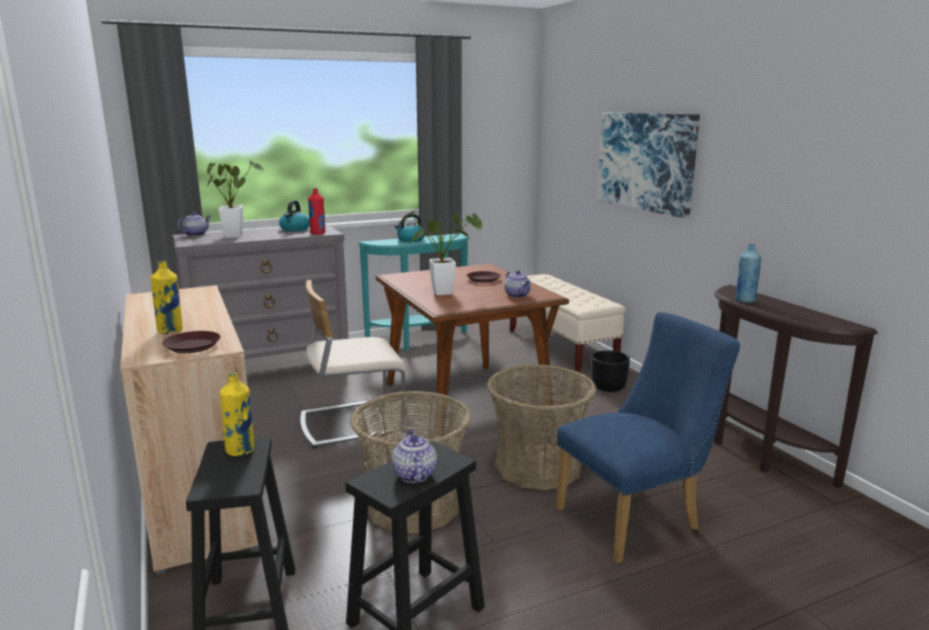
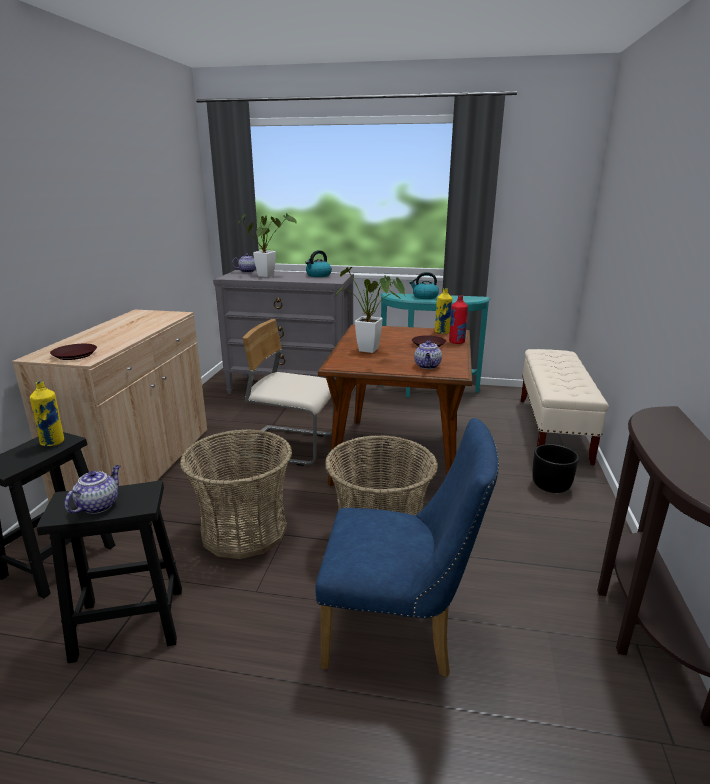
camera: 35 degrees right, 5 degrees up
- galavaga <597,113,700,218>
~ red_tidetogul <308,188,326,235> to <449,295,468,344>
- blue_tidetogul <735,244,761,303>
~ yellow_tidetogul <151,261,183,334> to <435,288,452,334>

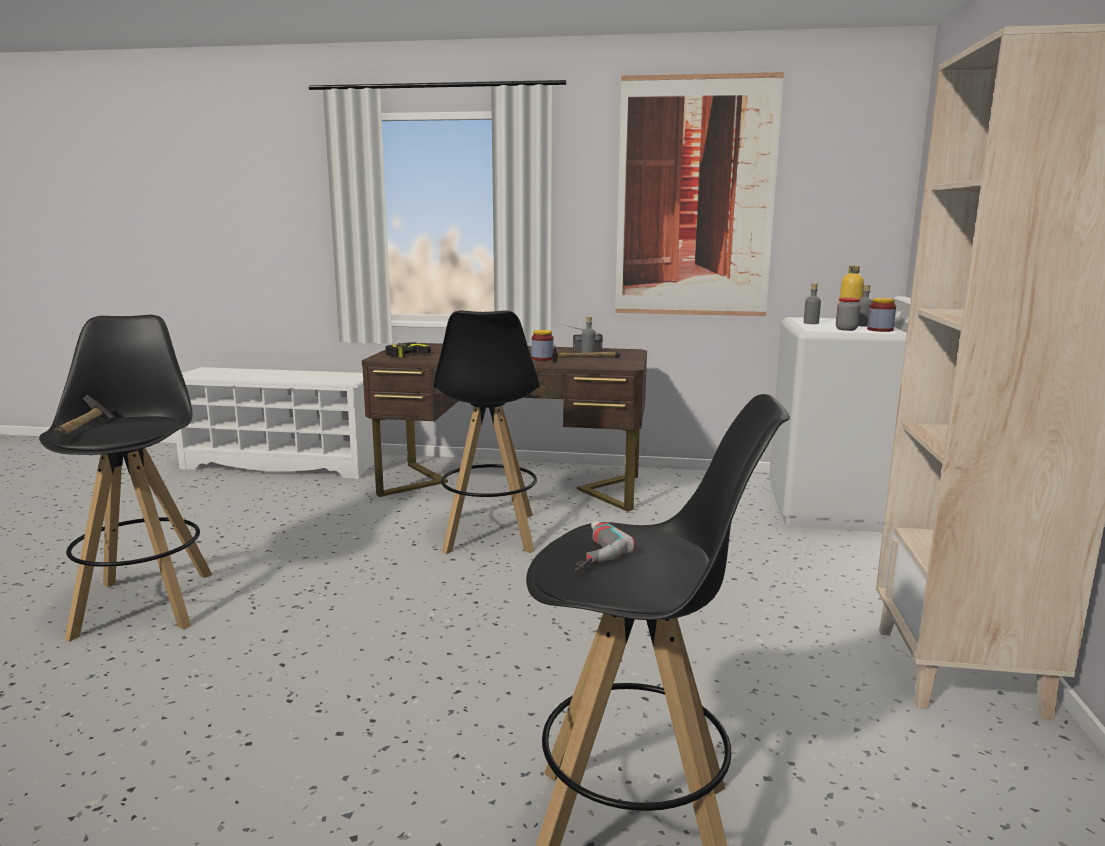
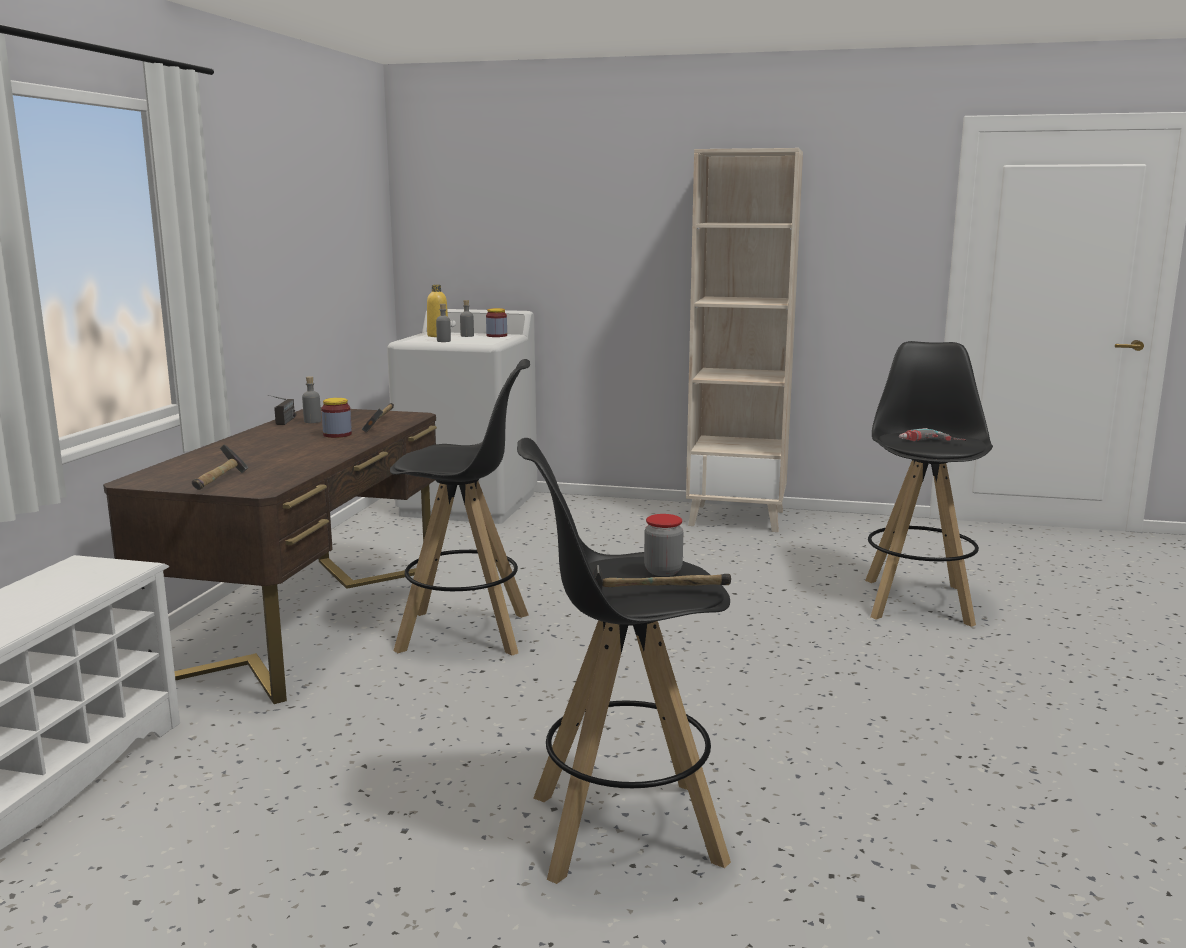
camera: 85 degrees left, 0 degrees up
- galavaga <615,72,784,316>
~ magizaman <836,298,860,331> to <644,514,683,576>
~ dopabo <385,342,431,358> to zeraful <192,444,248,490>

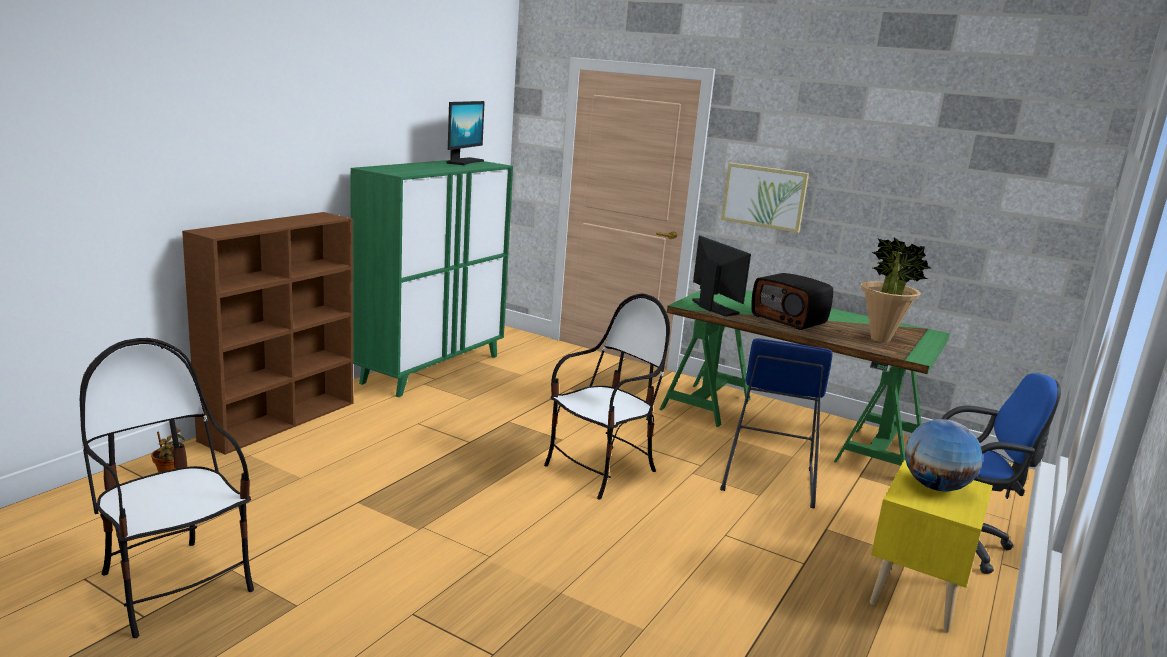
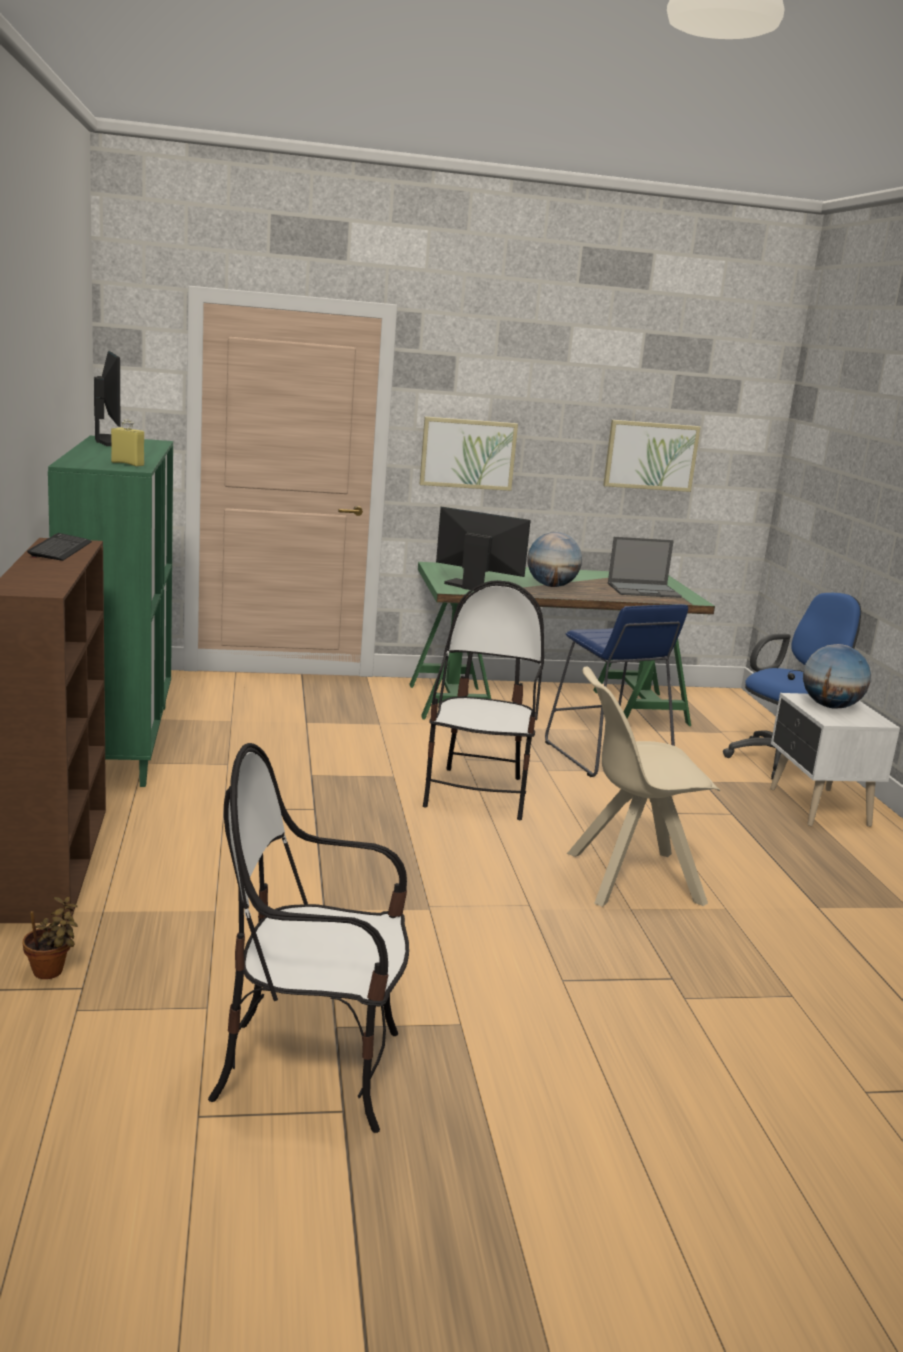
camera: 40 degrees left, 0 degrees up
~ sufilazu <861,237,931,343> to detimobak <608,537,682,598>
~ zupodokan <751,273,833,330> to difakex <527,532,582,587>
~ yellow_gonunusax <870,460,993,633> to white_gonunusax <770,693,900,827>
+ yellow_tidetogul <111,420,144,467>
+ galavaga <603,420,701,492>
+ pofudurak <27,533,92,561>
+ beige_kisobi <567,666,720,907>

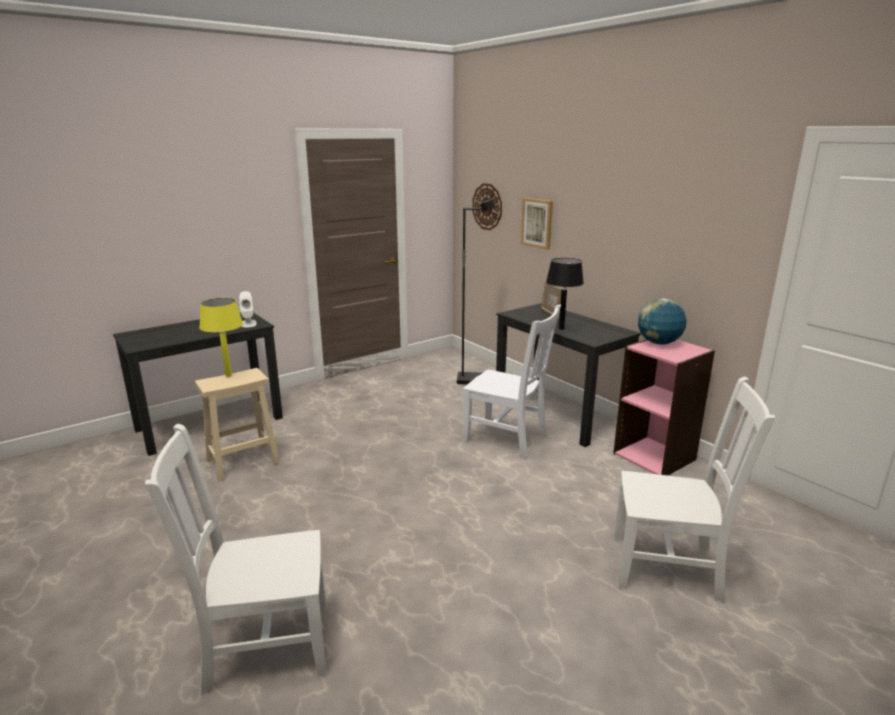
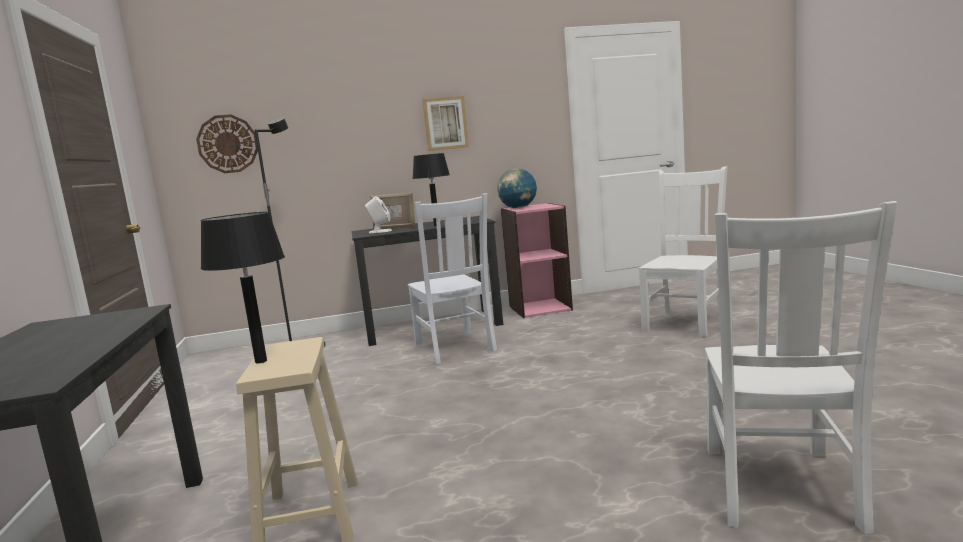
camera: 65 degrees left, 10 degrees down
~ galavaga <521,198,553,250> to <423,96,469,151>
~ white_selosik <239,291,257,327> to <365,196,392,233>
~ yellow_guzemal <199,298,243,377> to black_guzemal <200,212,285,363>
~ white_kisobi <463,305,561,458> = <408,193,497,364> 105 degrees clockwise

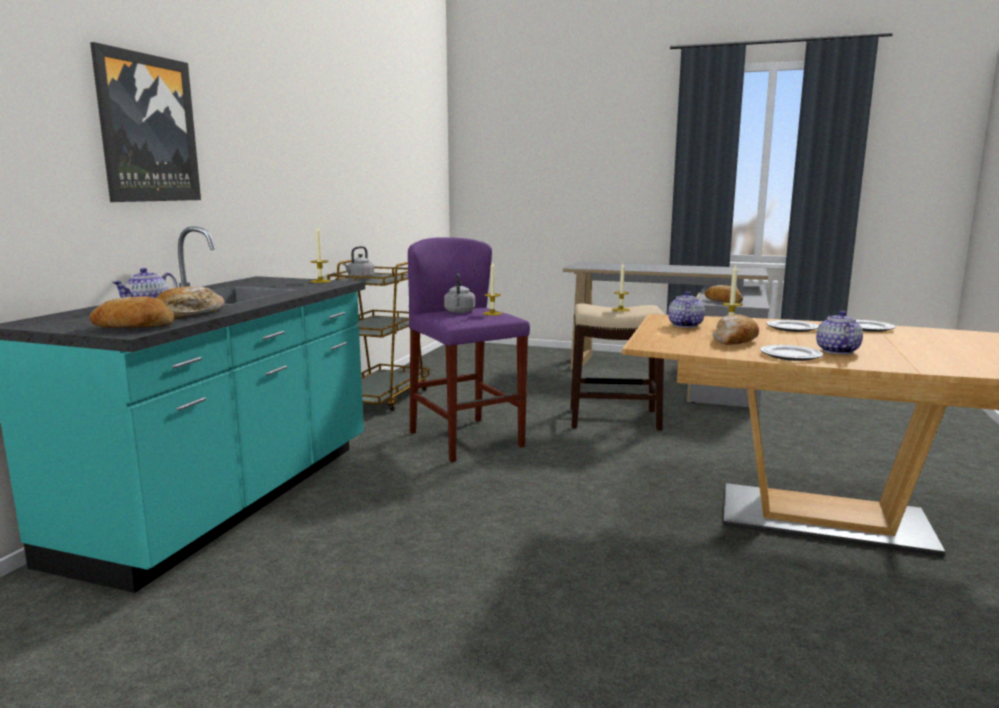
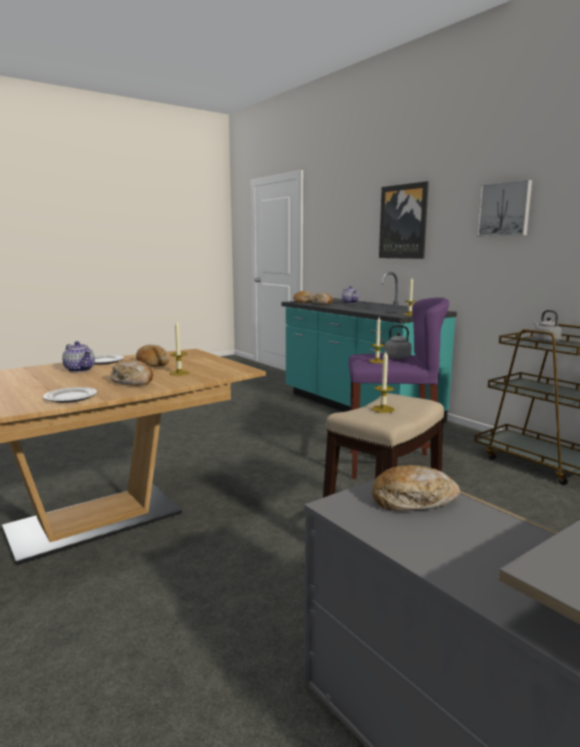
camera: 125 degrees right, 0 degrees up
- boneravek <668,291,705,328>
~ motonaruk <766,320,819,332> to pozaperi <110,360,153,386>
+ galavaga <477,179,532,236>

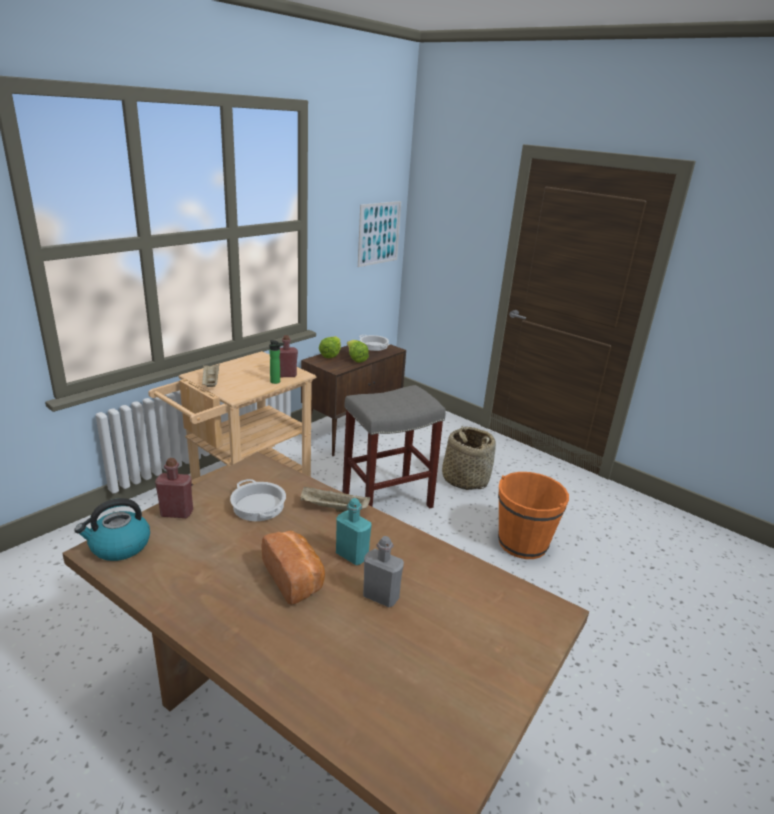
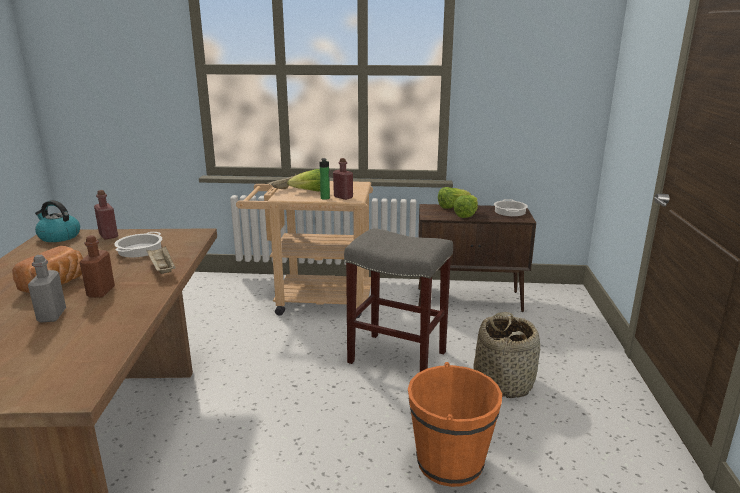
camera: 55 degrees right, 5 degrees down
- galavaga <358,201,401,267>
~ turquoise_tidetogul <336,498,372,565> to brown_tidetogul <80,235,115,298>
+ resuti <287,169,320,191>

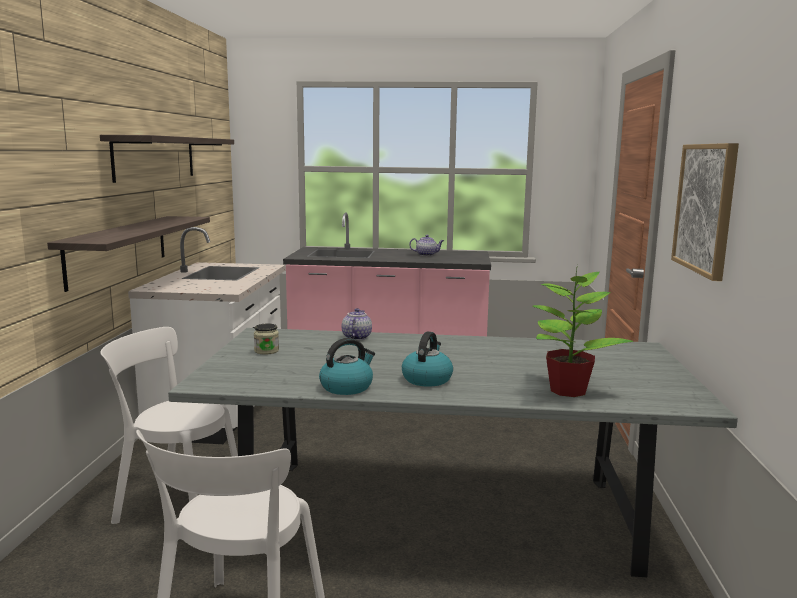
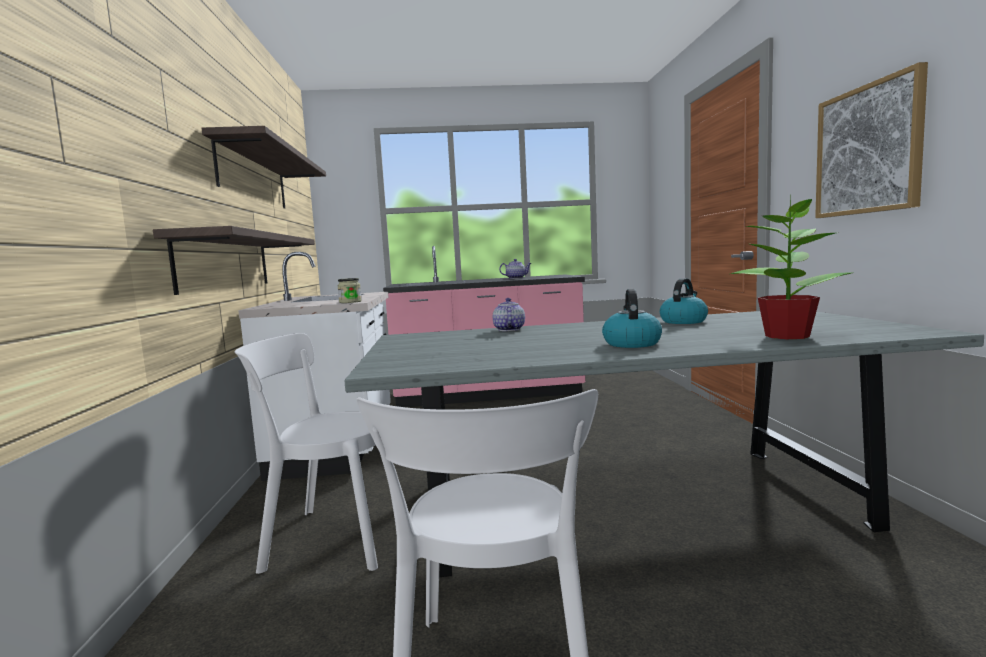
camera: 10 degrees left, 5 degrees down
~ magizaman <254,324,279,355> to <337,278,362,303>
~ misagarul <319,338,375,395> to <660,278,708,324>

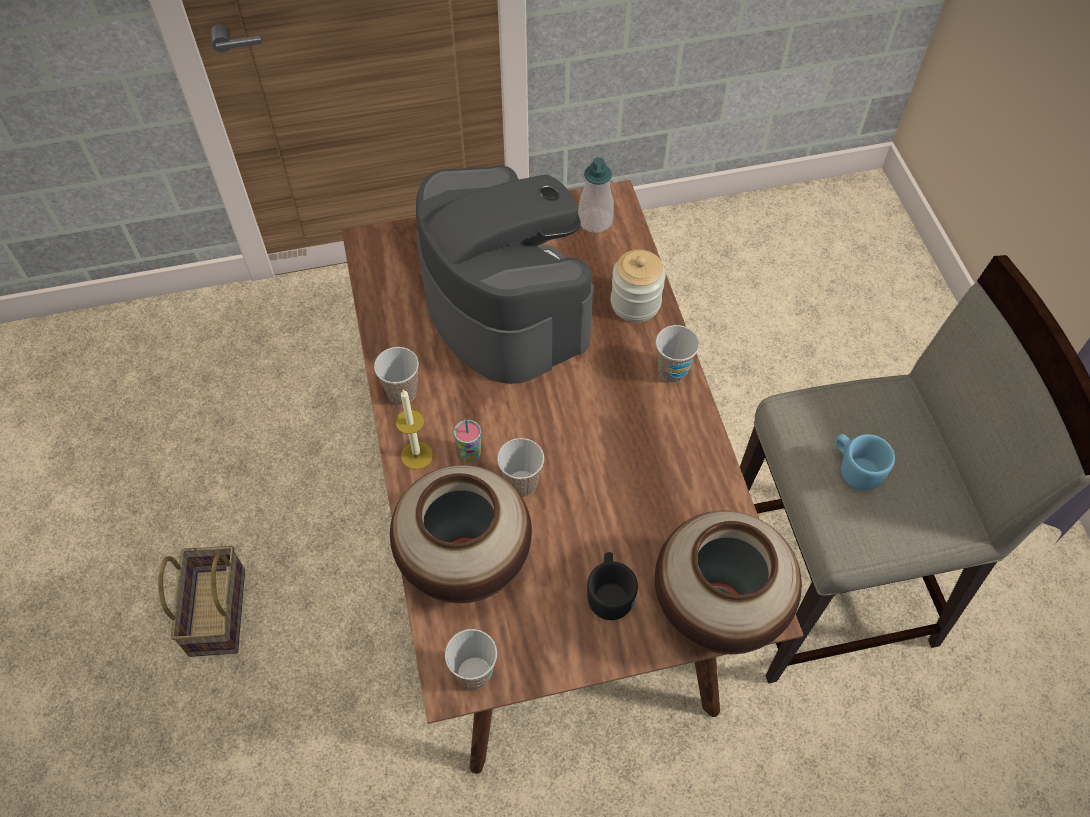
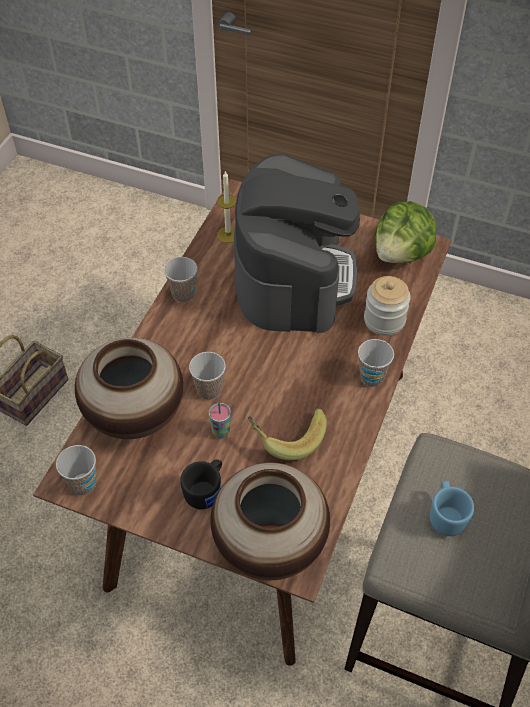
camera: 35 degrees right, 5 degrees down
~ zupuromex <578,157,614,233> to resuti <375,201,436,263>
~ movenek <395,389,433,470> to <217,171,236,243>
~ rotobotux <454,419,481,461> to <209,401,231,438>
+ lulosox <248,408,327,460>

